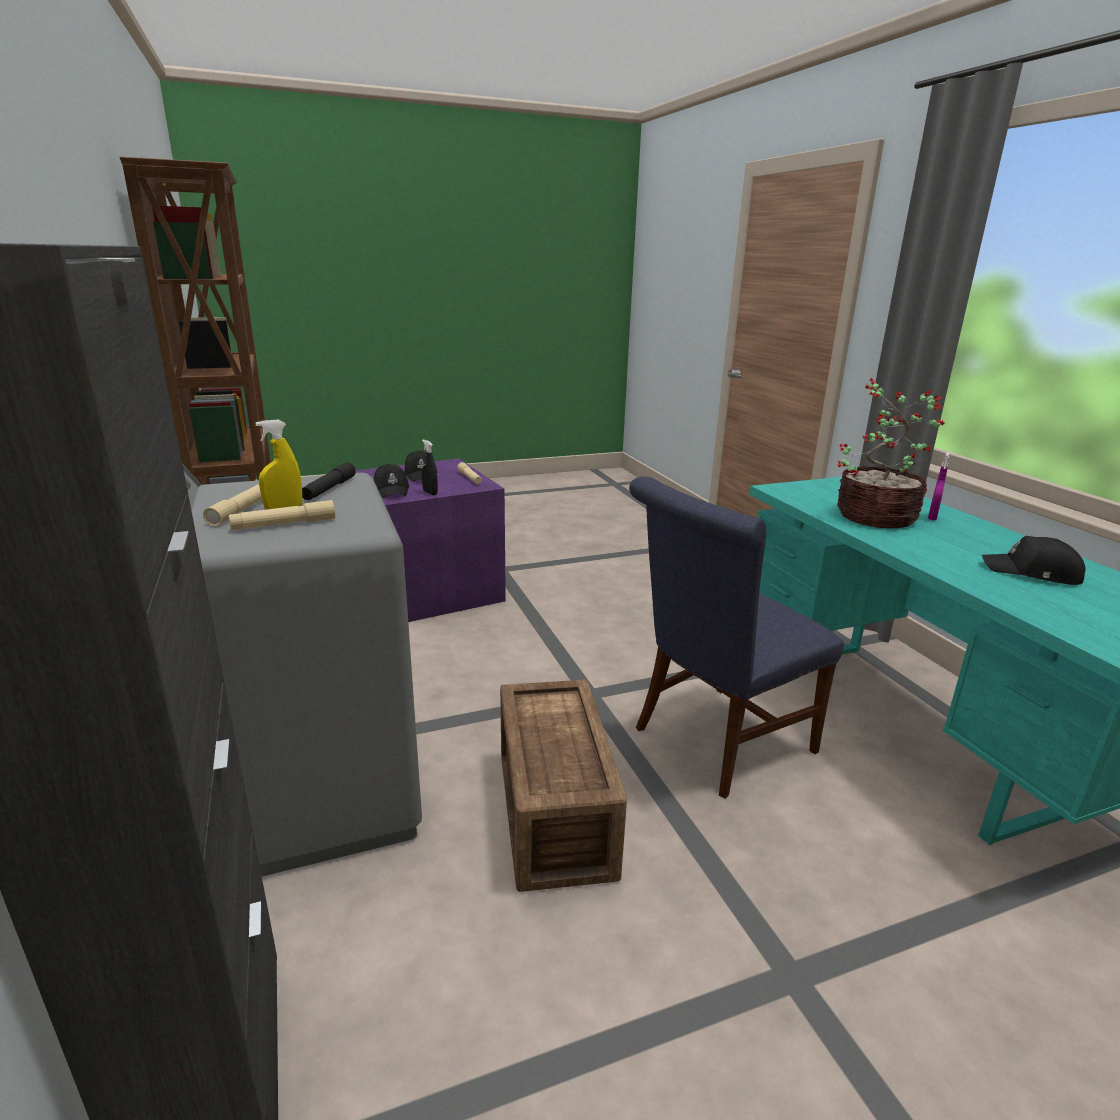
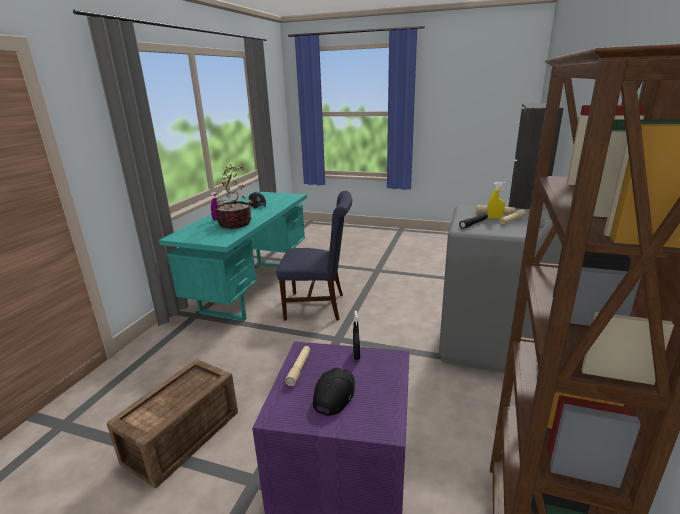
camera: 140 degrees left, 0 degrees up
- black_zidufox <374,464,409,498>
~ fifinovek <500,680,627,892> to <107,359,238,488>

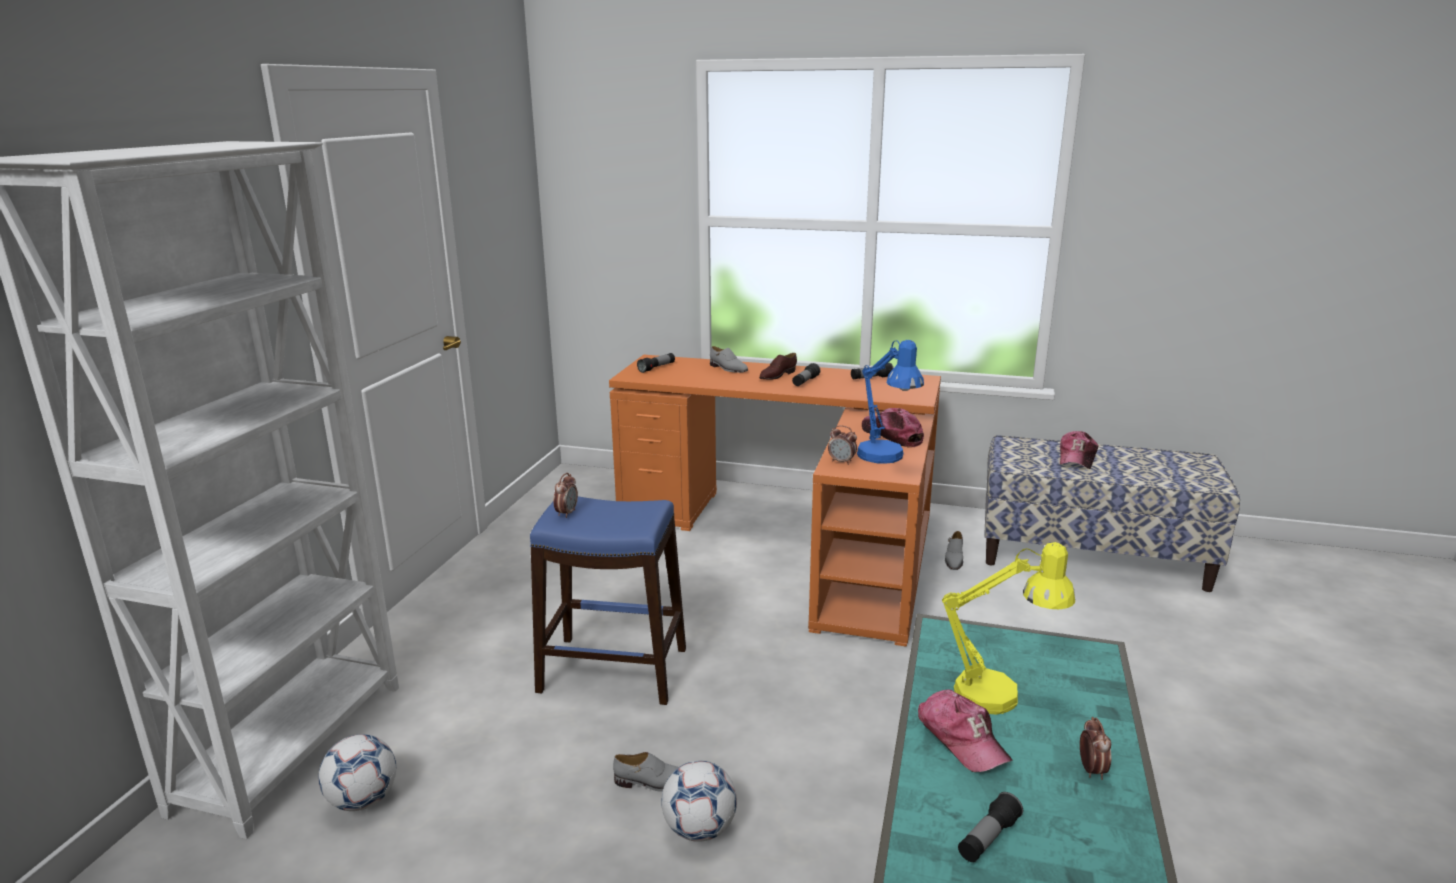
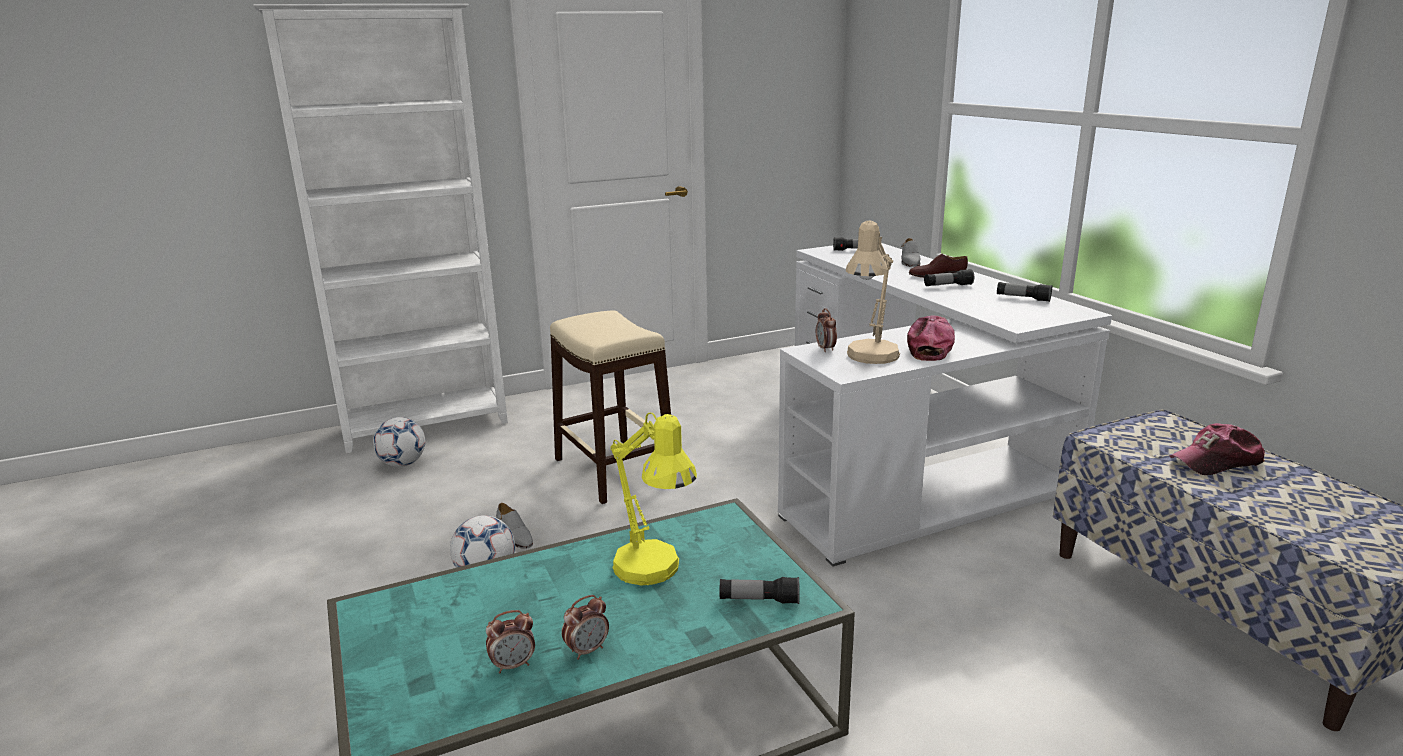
camera: 50 degrees right, 0 degrees up
~ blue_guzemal <857,340,924,464> to beige_guzemal <846,220,900,364>
~ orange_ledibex <609,355,941,647> to white_ledibex <778,243,1112,566>
~ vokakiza <553,473,578,518> to <486,610,535,674>
~ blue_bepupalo <530,496,686,705> to beige_bepupalo <550,310,671,504>
- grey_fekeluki <945,531,963,570>
- zidufox <918,689,1013,772>
~ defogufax <958,792,1023,862> to <720,577,800,604>

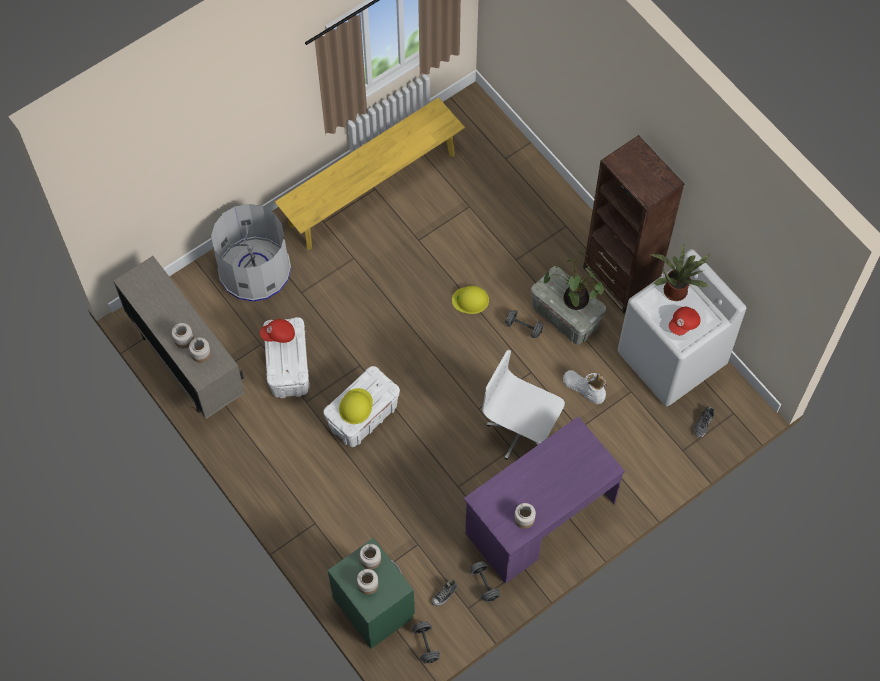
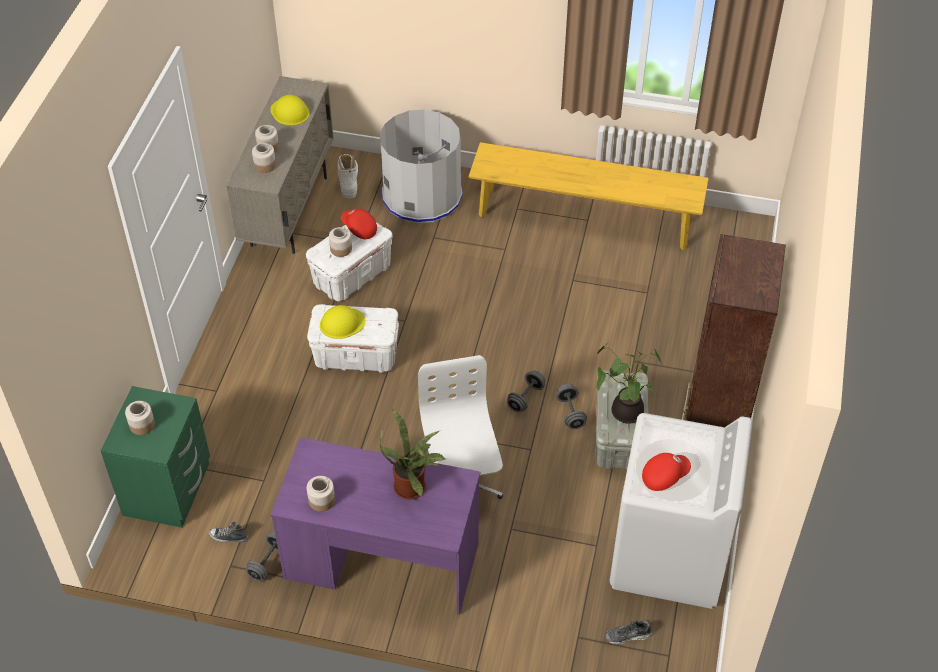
camera: 50 degrees right, 15 degrees down
~ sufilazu <651,244,711,301> to <380,408,448,500>
~ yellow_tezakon <452,286,489,314> to <270,95,310,126>
~ red_zidufox <669,307,701,335> = <642,453,691,491> 150 degrees clockwise
~ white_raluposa <563,370,606,404> to <338,154,358,199>
~ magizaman <360,544,381,569> to <329,227,352,257>
~ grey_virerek <413,621,440,664> to <507,370,545,412>

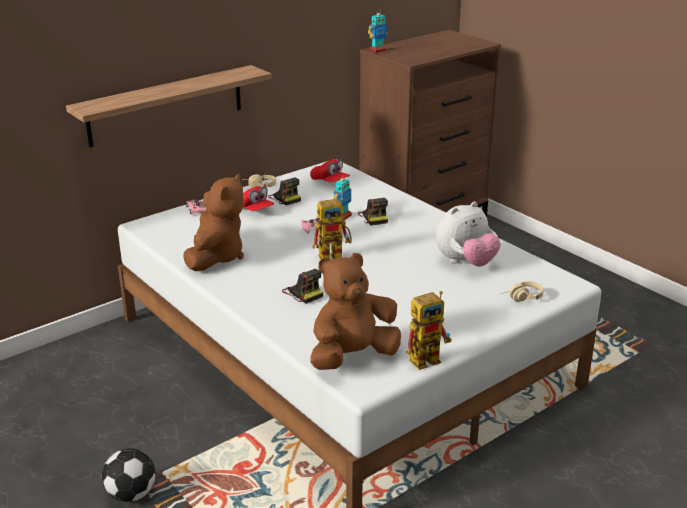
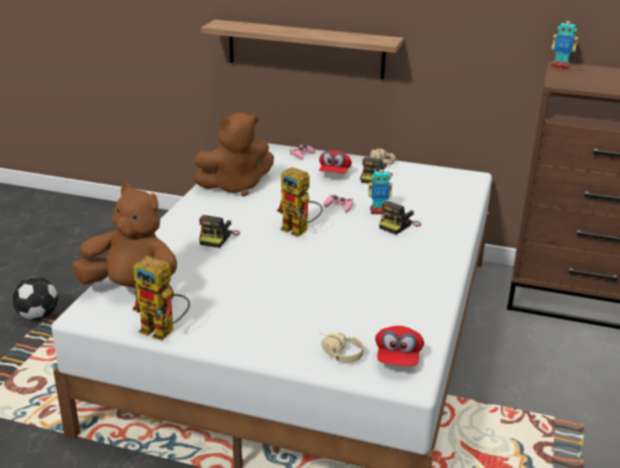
camera: 55 degrees right, 0 degrees up
~ red_zidufox <310,159,350,182> to <375,326,424,366>
- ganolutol <436,202,501,267>

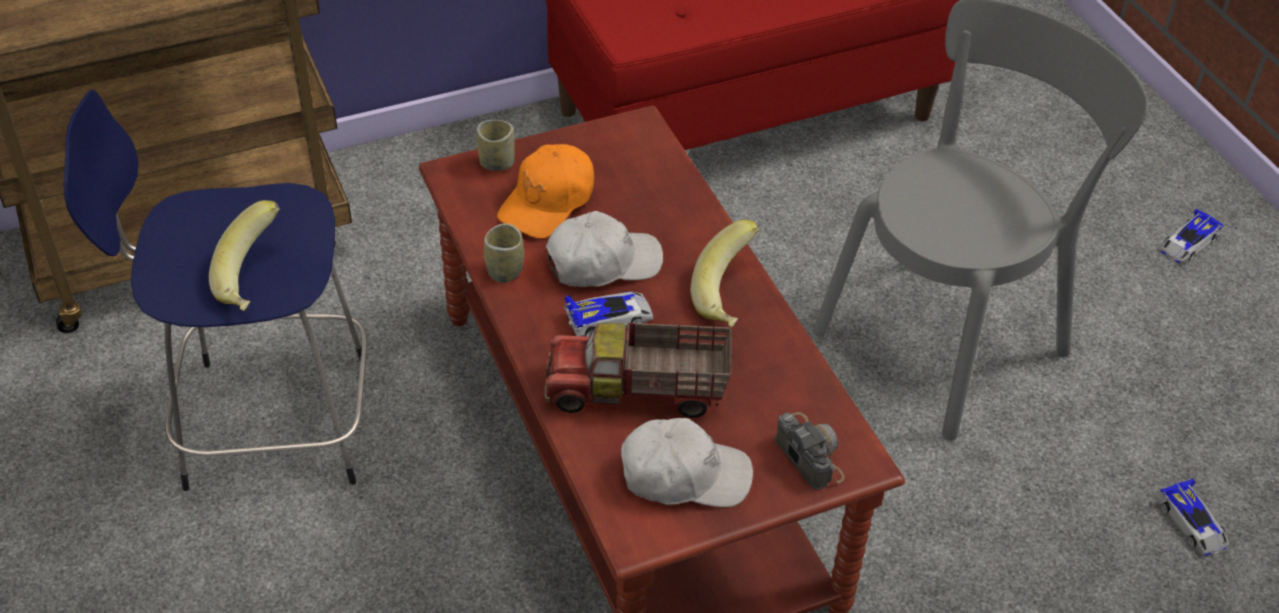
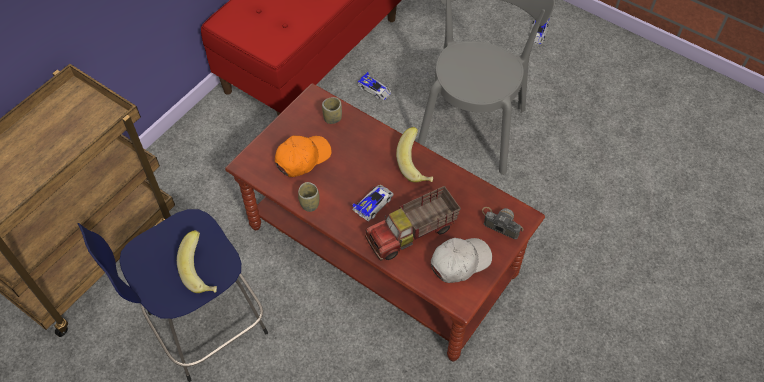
camera: 30 degrees left, 10 degrees up
~ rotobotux <476,120,515,171> to <322,97,342,124>
~ orange_zidufox <497,144,594,239> = <275,136,332,177> 135 degrees counterclockwise
- white_zidufox <546,211,663,287>
~ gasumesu <1156,478,1229,556> to <357,72,391,100>

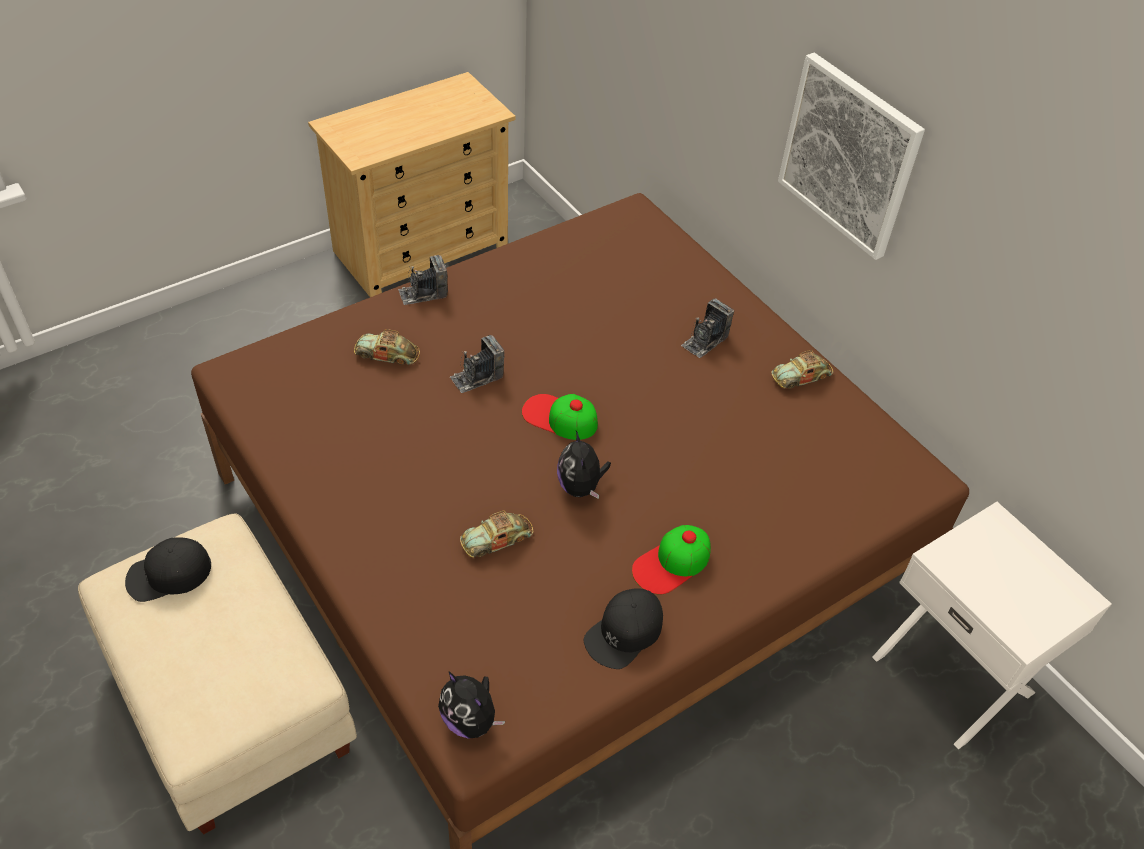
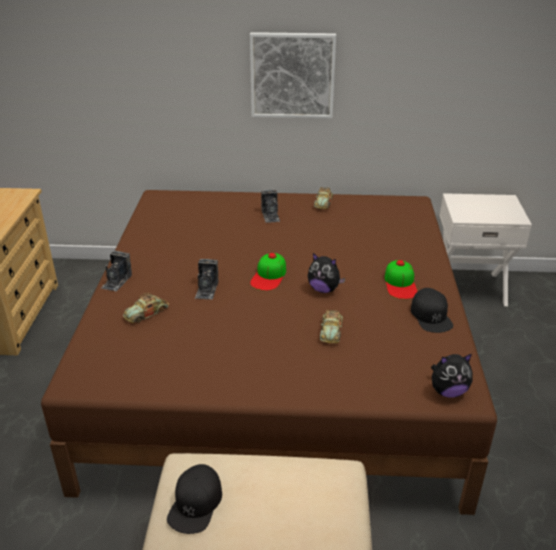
camera: 50 degrees left, 15 degrees down
~ zidufox <522,394,598,440> = <250,253,286,291> 45 degrees counterclockwise

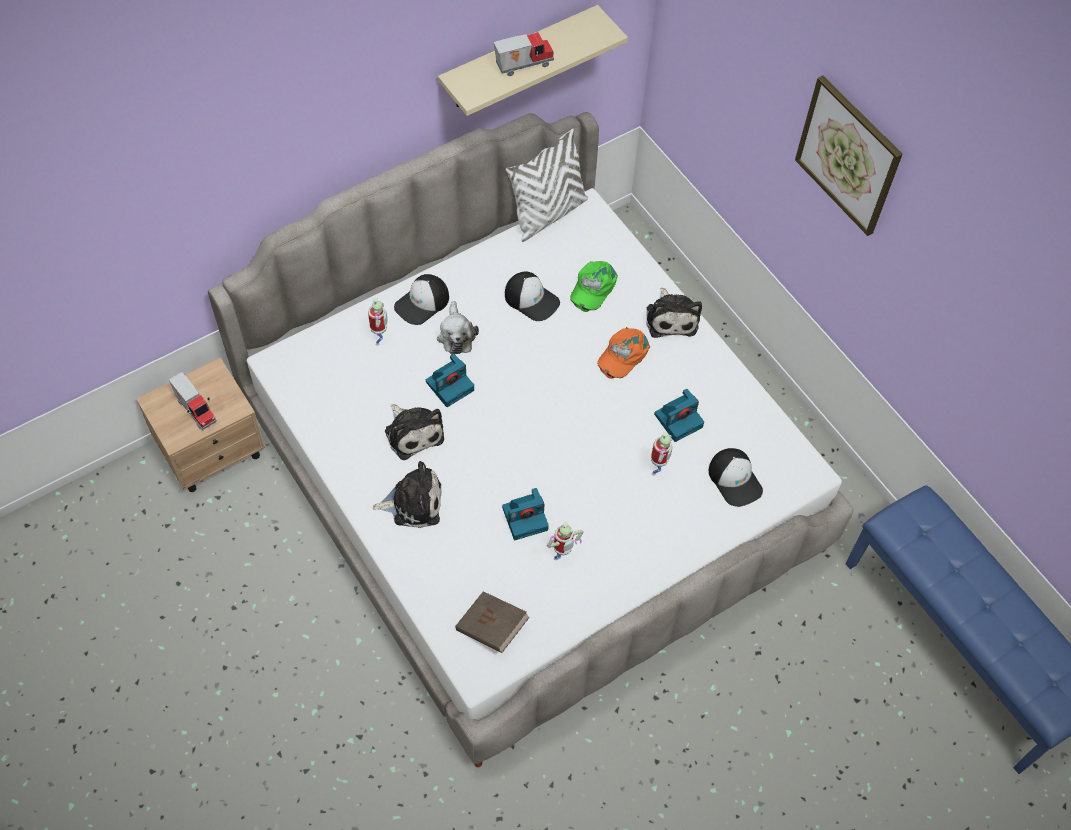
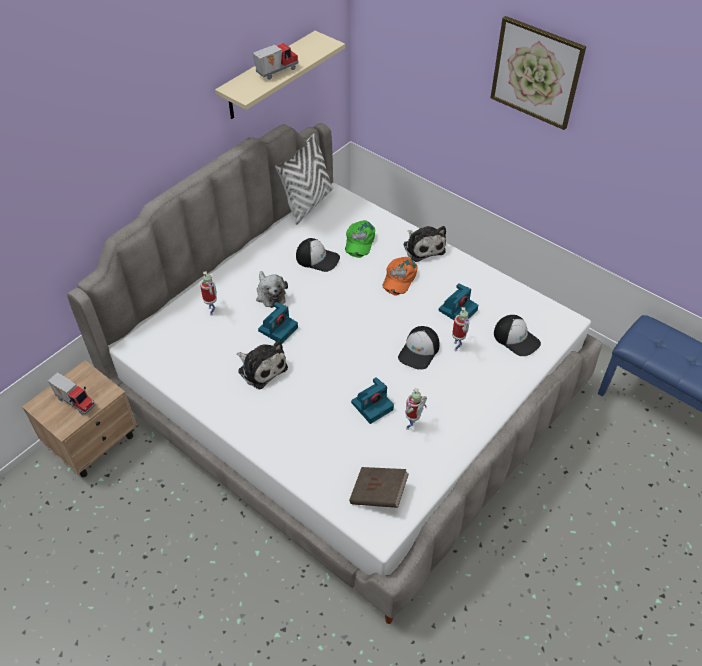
camera: 15 degrees left, 10 degrees down
~ zidufox <394,274,449,325> to <398,326,440,370>
- ganolutol <372,461,441,528>

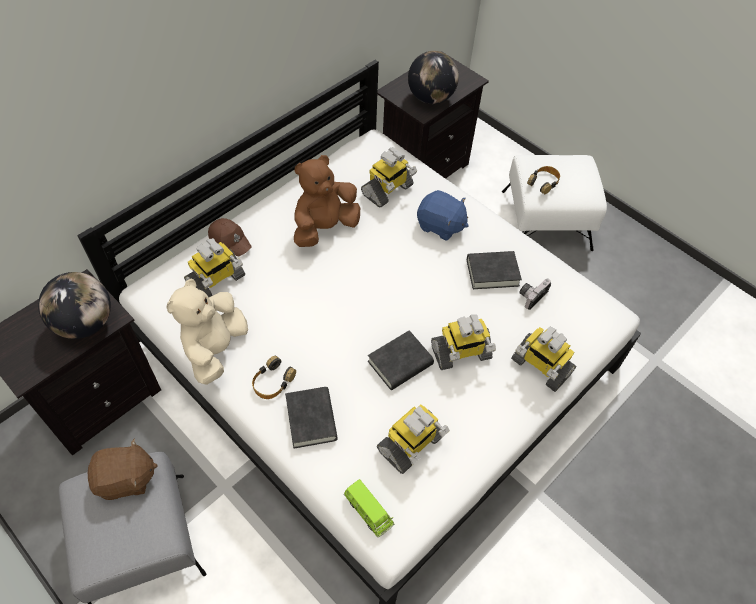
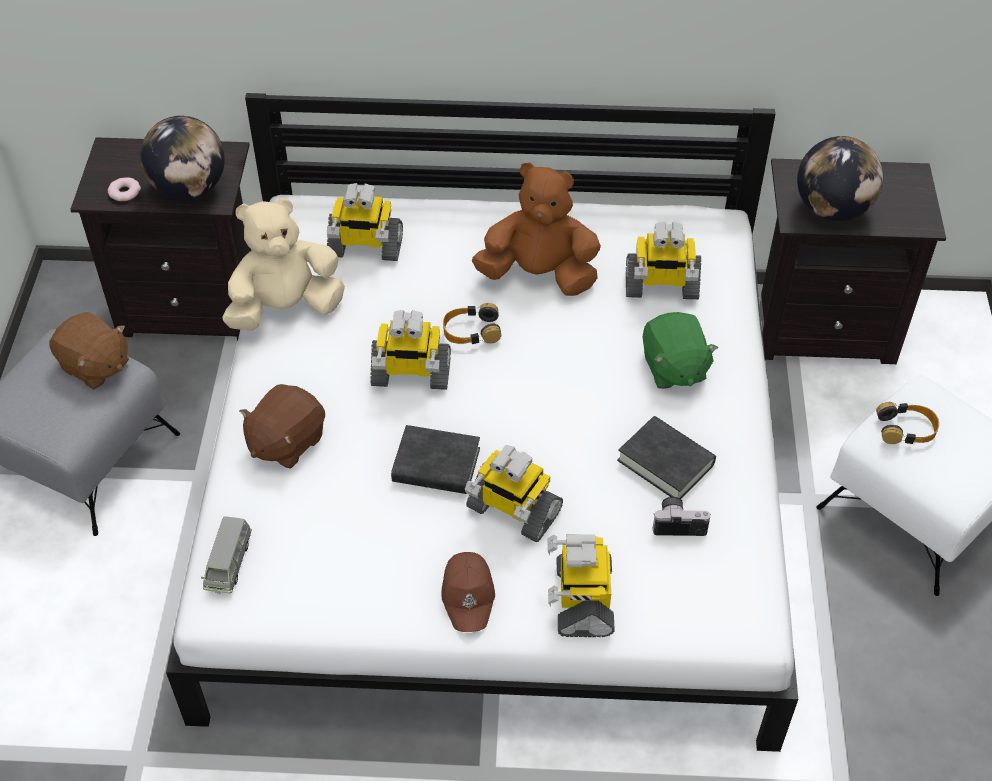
camera: 50 degrees right, 5 degrees down
~ blue_ganolutol <417,190,469,241> to green_ganolutol <643,312,718,389>
~ brown_zidufox <208,218,252,256> to <441,552,495,632>
~ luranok <252,356,296,399> to <443,303,501,344>
~ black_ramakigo <285,387,338,449> to brown_ganolutol <239,384,325,469>
~ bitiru <377,405,450,474> to <370,310,451,390>
~ green_gasumesu <344,479,394,538> to grey_gasumesu <201,516,252,593>
+ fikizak <108,177,141,201>

